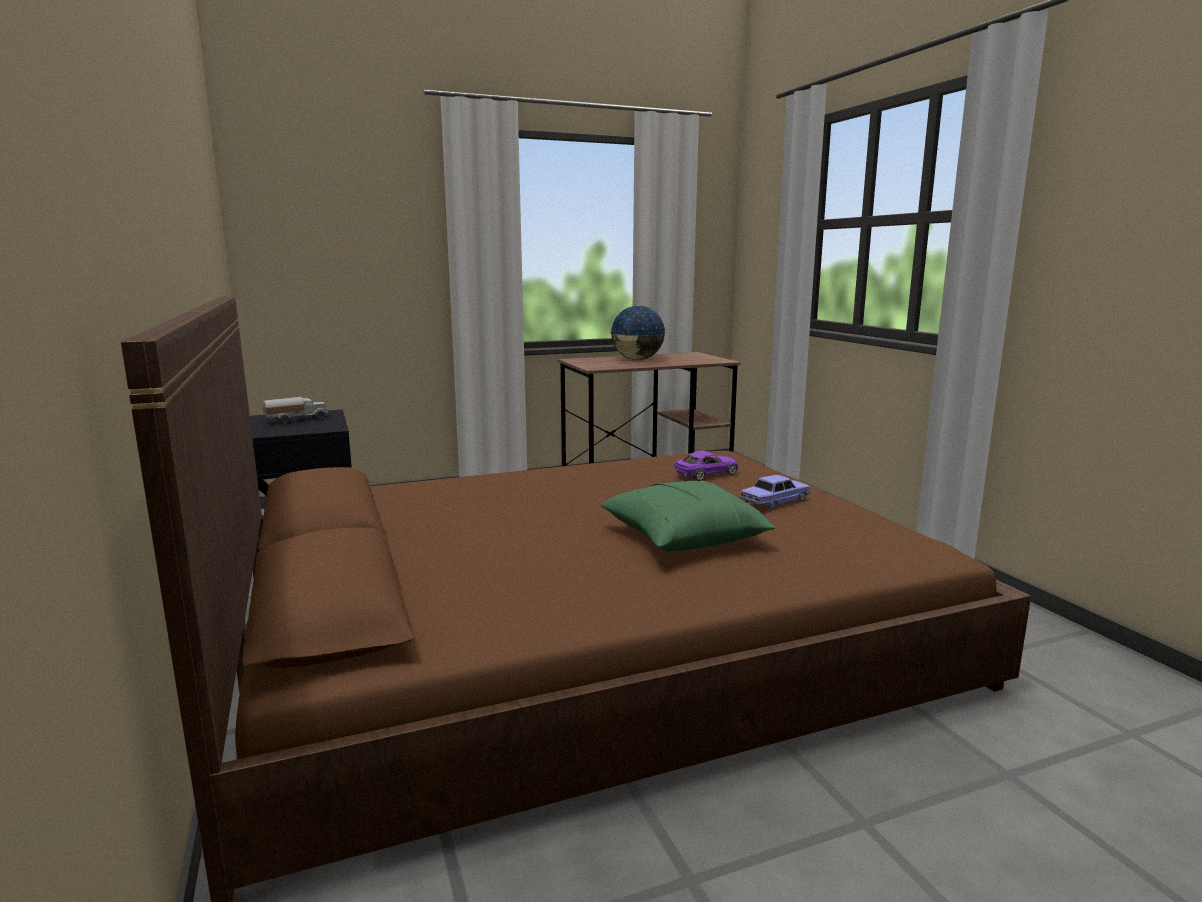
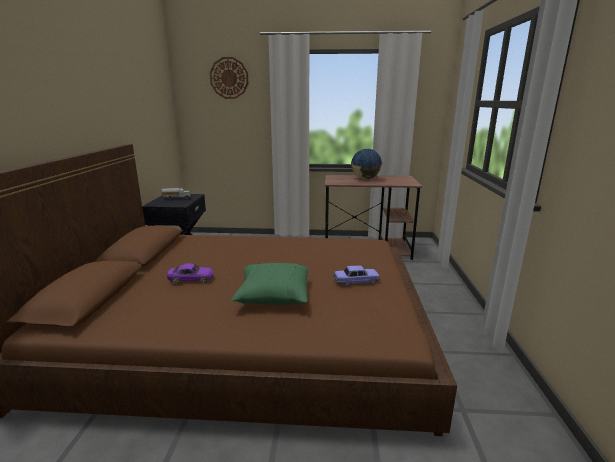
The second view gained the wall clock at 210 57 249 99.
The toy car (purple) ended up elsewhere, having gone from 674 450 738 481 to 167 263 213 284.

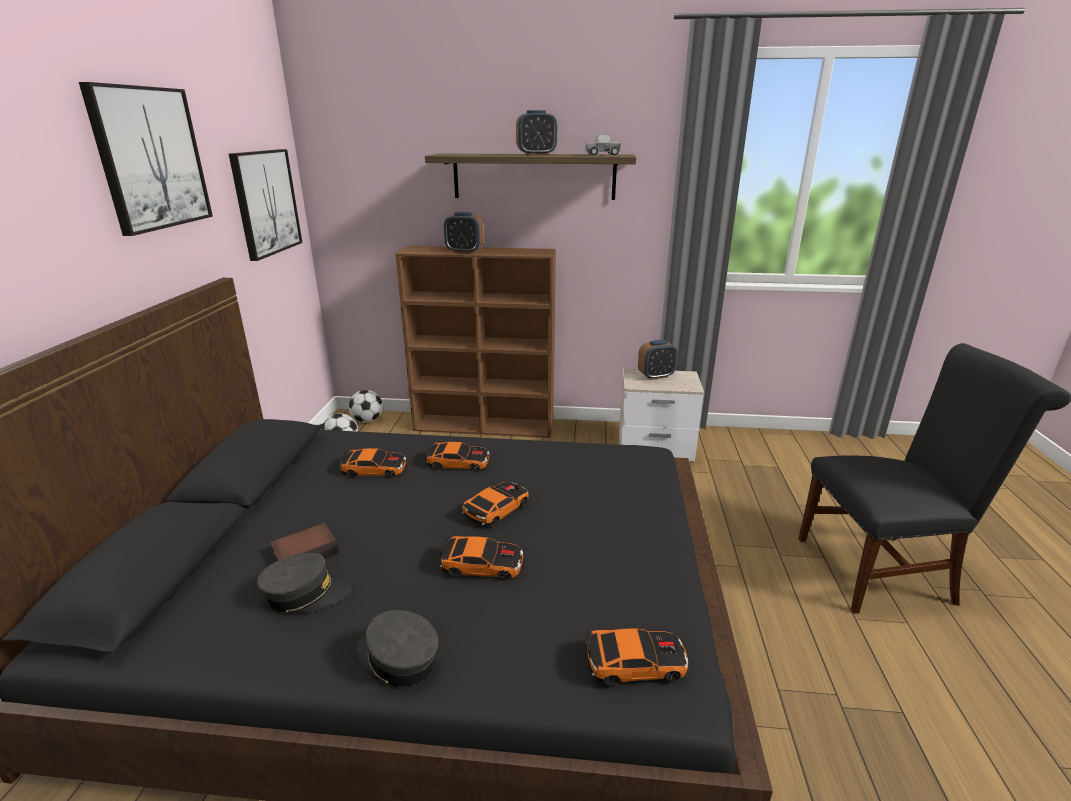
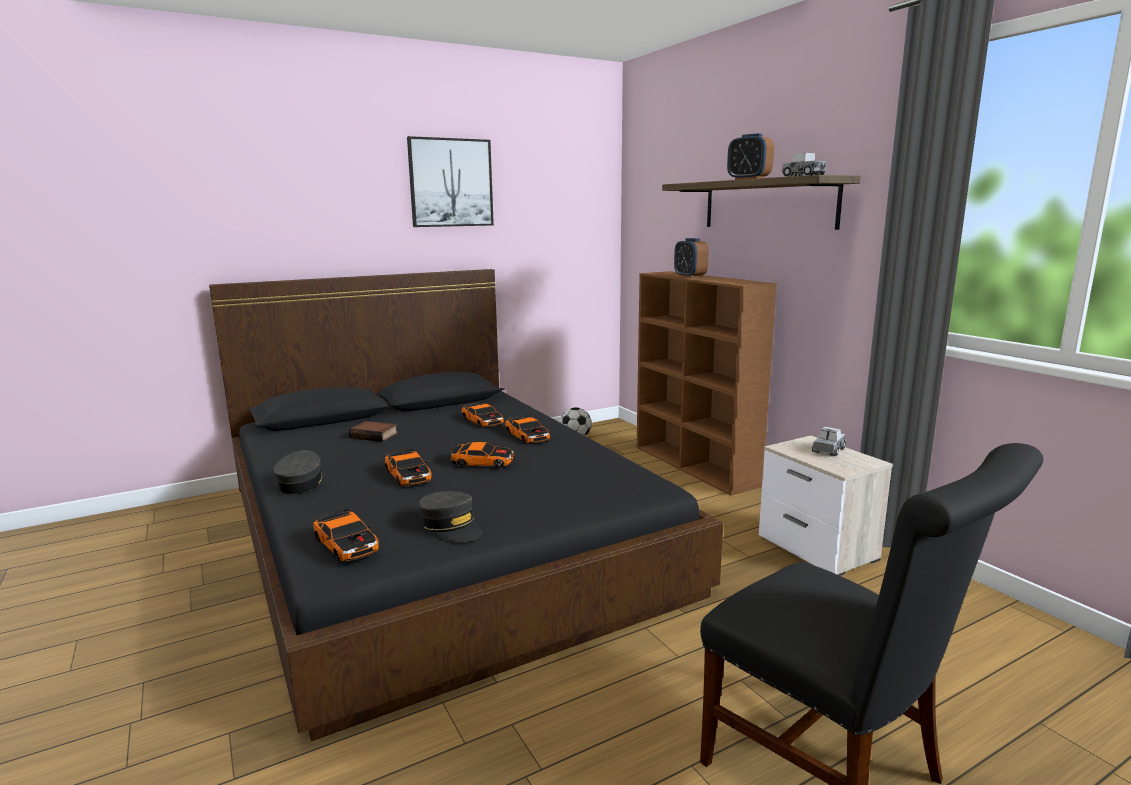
The second view lost the picture at 229 149 302 261.
The second view lost the football at 349 390 383 423.
The cap (grey) ended up elsewhere, having gone from 257 553 351 613 to 419 491 482 542.
Where the alarm clock stood at 638 340 678 380, the toy truck came to stand at 812 427 846 456.

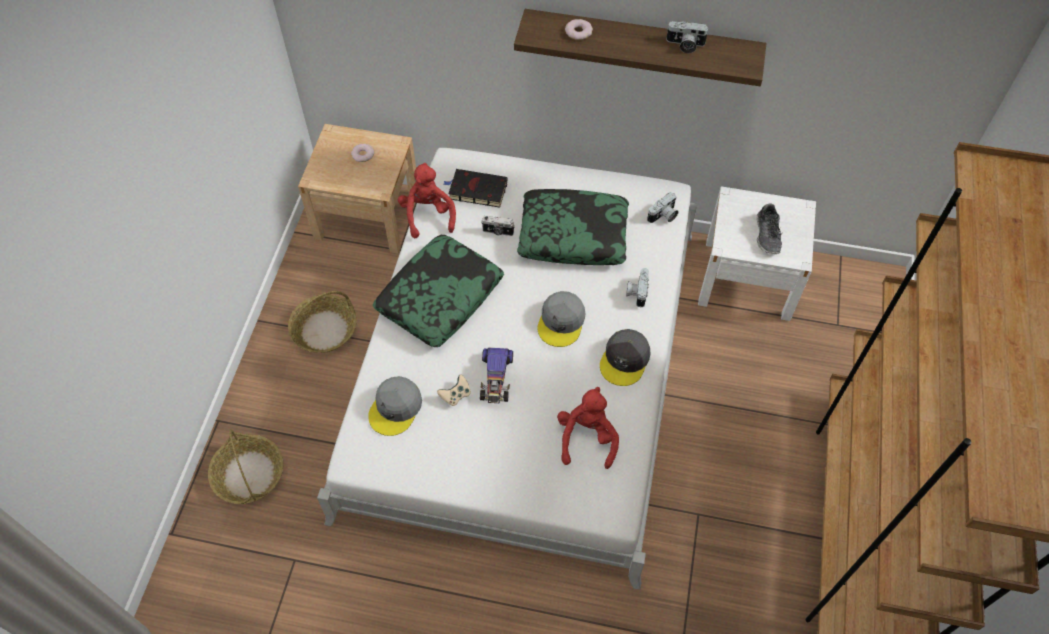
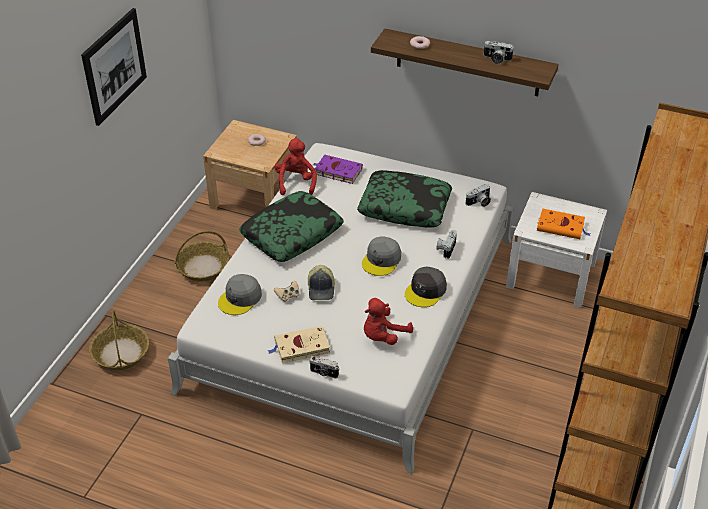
The second view gained the picture at 81 8 147 126.
The second view gained the book (beige) at 268 326 330 363.
The photo camera ended up elsewhere, having gone from 481 216 515 236 to 310 356 339 379.
Where the toy car stood at 480 348 513 404, the cap came to stand at 308 265 335 300.
Where the shoe stood at 757 204 782 254, the book (orange) came to stand at 537 209 590 239.
What was the book (black) at 443 169 507 208 turned into the book (purple) at 313 154 363 184.
The plush toy (red) at 557 387 619 469 ended up facing another way, 150 degrees counterclockwise from before.

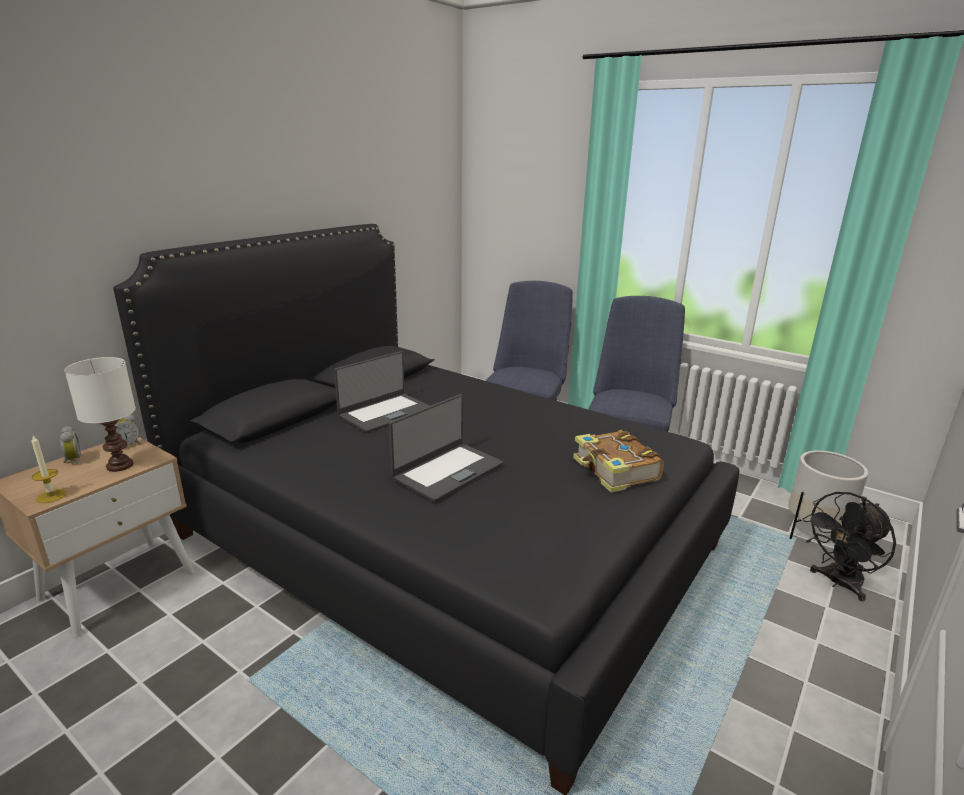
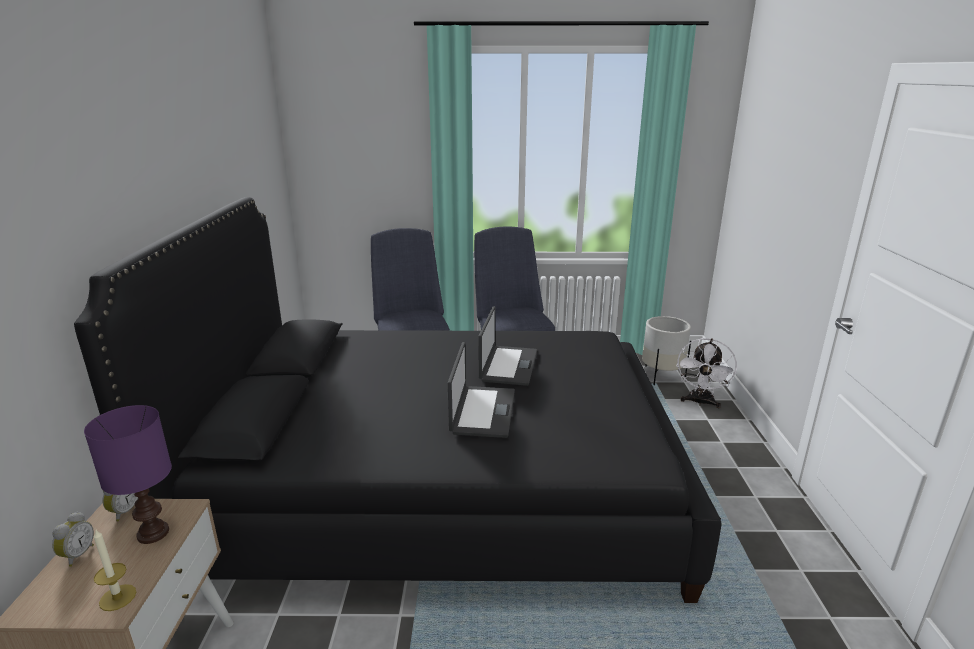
The second view lost the book at 573 430 664 493.
The laptop ended up elsewhere, having gone from 334 351 430 433 to 478 306 537 386.
What was the table lamp (white) at 64 357 136 472 turned into the table lamp (purple) at 84 405 172 544.
What was the fan (black) at 803 492 896 601 turned into the fan (white) at 677 338 737 408.
The alarm clock at 60 426 81 465 ended up facing another way, 75 degrees clockwise from before.

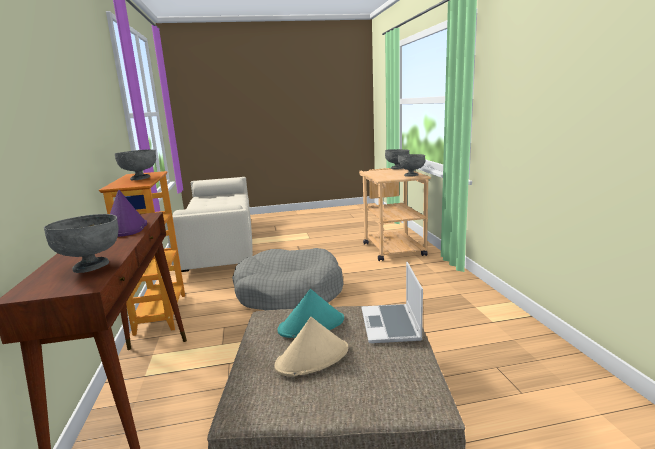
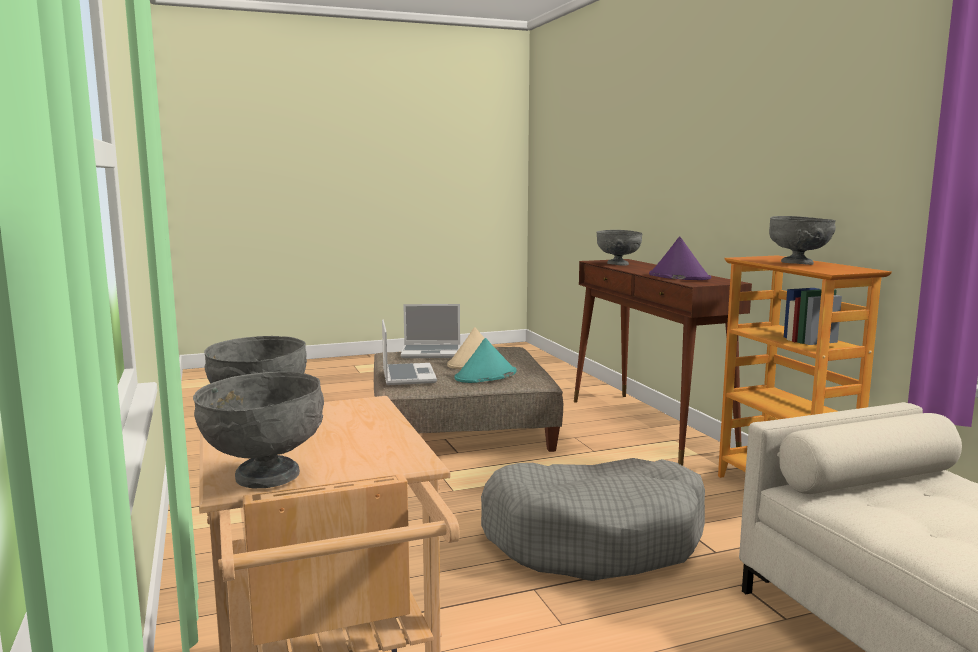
The second view gained the laptop at 401 304 460 358.

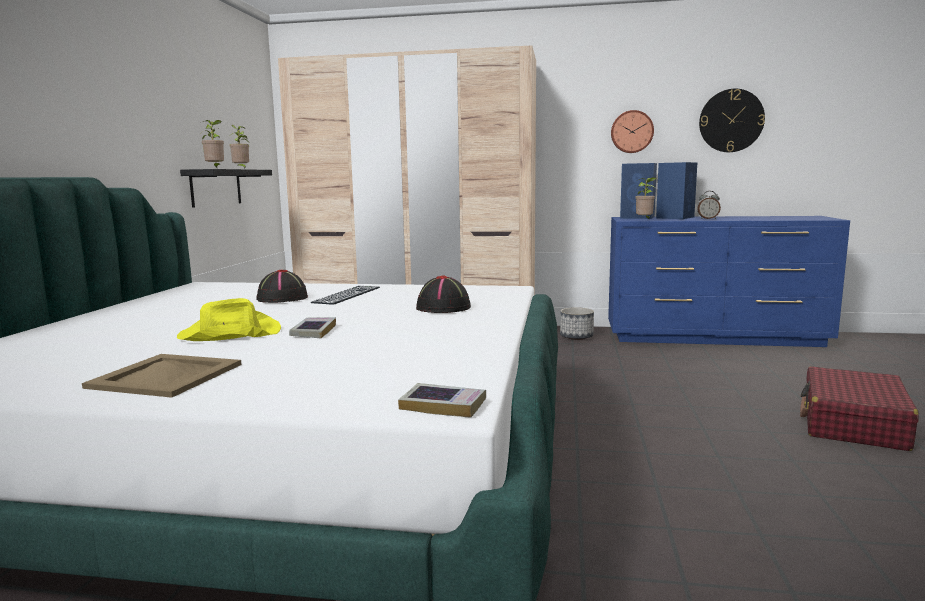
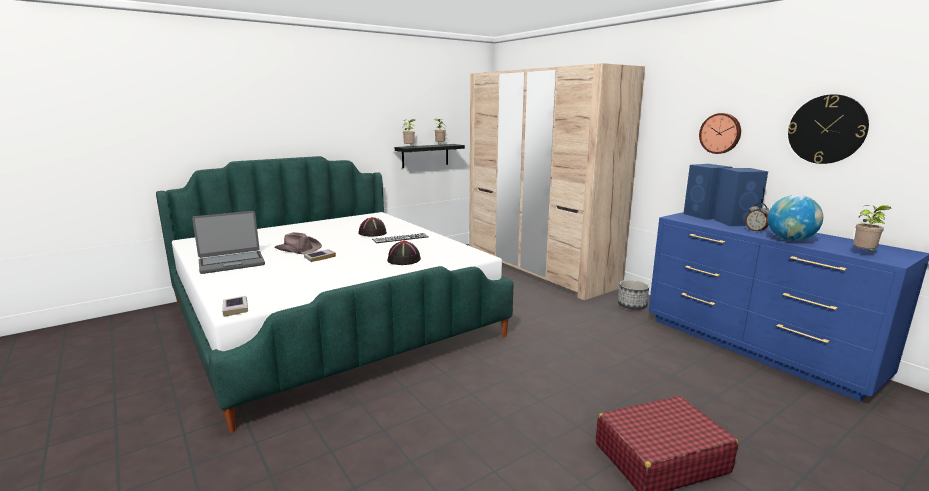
The second view gained the globe at 768 195 823 241.
The potted plant ended up elsewhere, having gone from 635 177 657 220 to 853 205 891 252.
Where the tray (beige) stood at 82 354 241 398, the laptop came to stand at 192 211 265 274.
What was the hat (yellow) at 177 298 281 341 turned into the hat (brown) at 274 232 322 254.

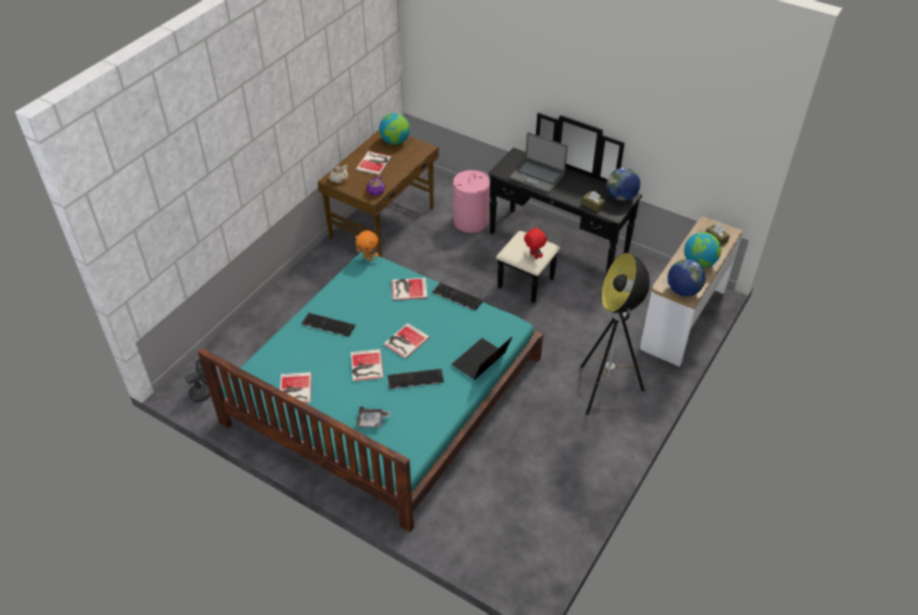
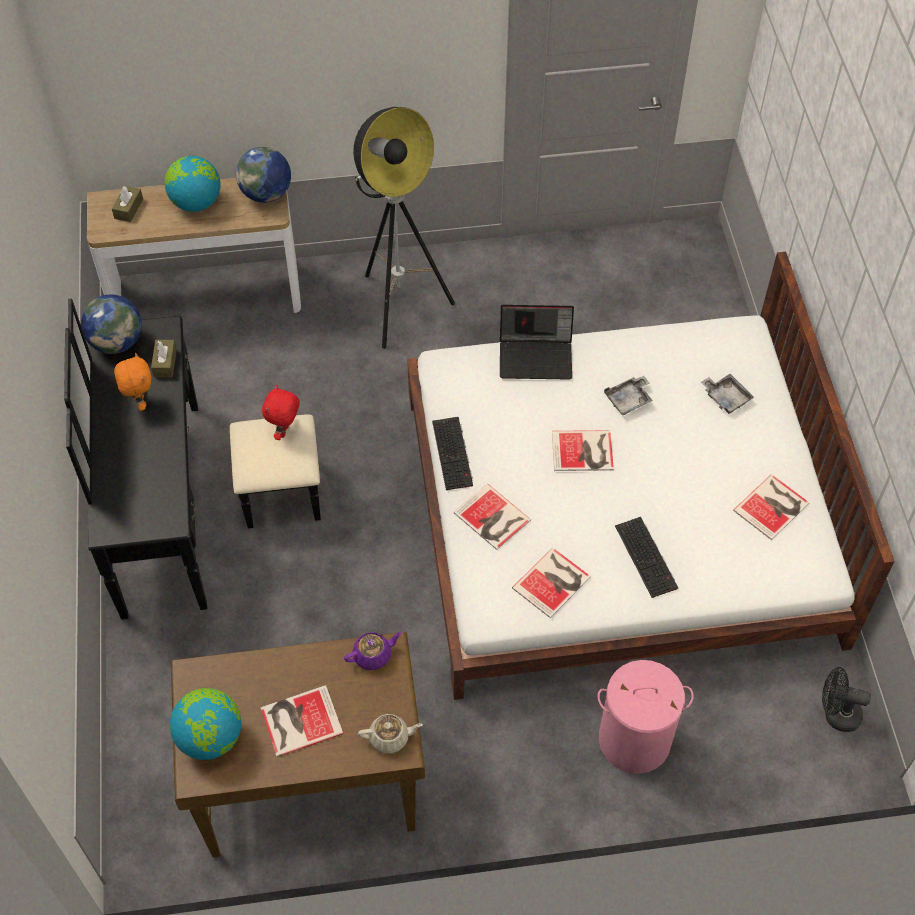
The second view lost the laptop at 510 132 568 193.
The book ended up elsewhere, having gone from 351 349 384 381 to 512 547 591 618.
The plush toy (orange) ended up elsewhere, having gone from 355 230 379 261 to 114 353 151 411.
The laundry basket (pink) ended up elsewhere, having gone from 453 170 490 233 to 597 660 694 774.
Where the keyboard stood at 388 369 444 389, the tray (grey) came to stand at 604 376 653 415.
What was the bed (turquoise) at 198 251 543 532 turned into the bed (white) at 407 252 895 700.

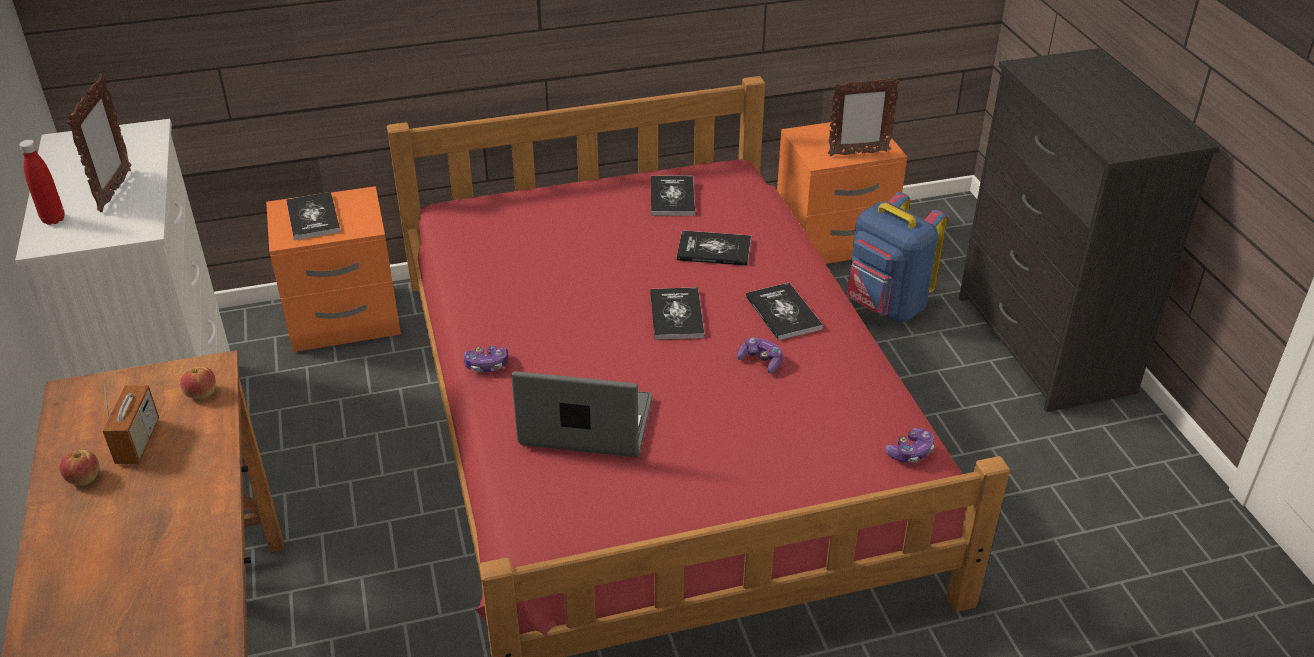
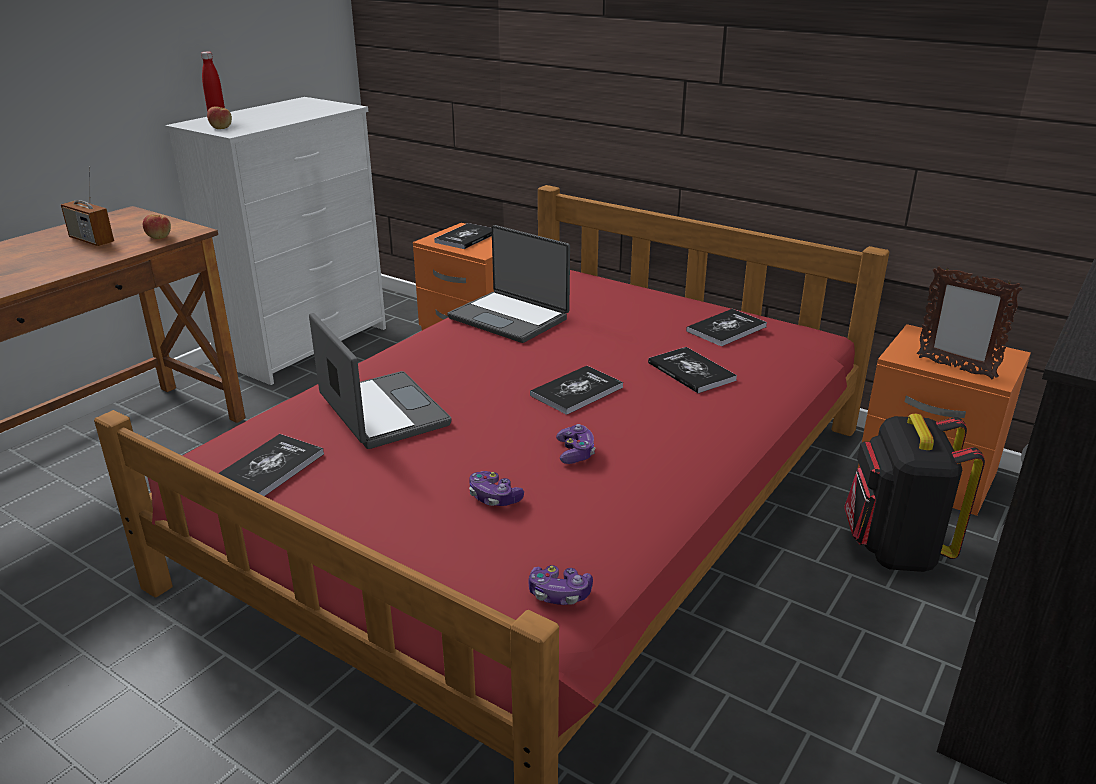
The second view lost the picture frame at 67 74 131 212.
The second view gained the laptop at 447 225 570 343.
The apple ended up elsewhere, having gone from 60 450 99 485 to 207 106 232 129.
The game controller ended up elsewhere, having gone from 464 346 509 372 to 469 471 524 506.
The book ended up elsewhere, having gone from 746 283 823 341 to 218 434 324 496.
What was the backpack (blue) at 846 192 947 323 turned into the backpack (black) at 844 414 985 572.
The radio at 100 359 159 464 ended up facing another way, 75 degrees clockwise from before.

